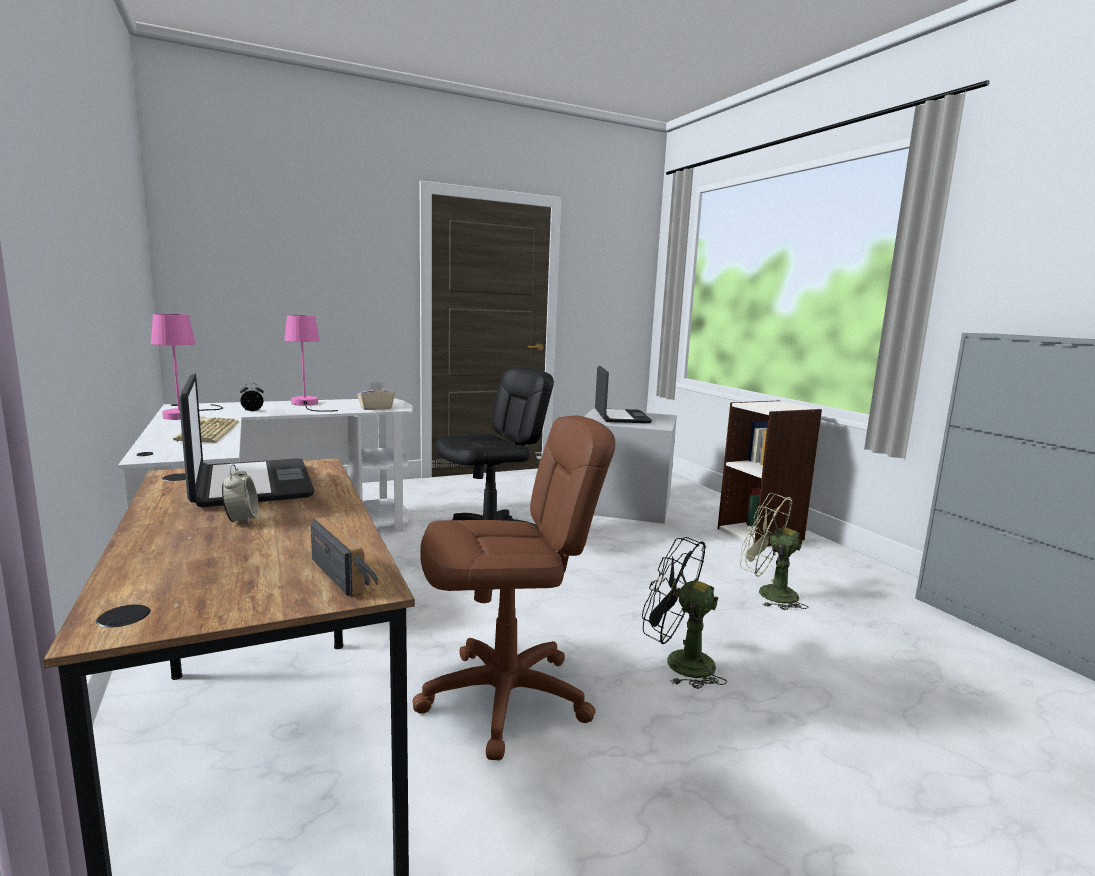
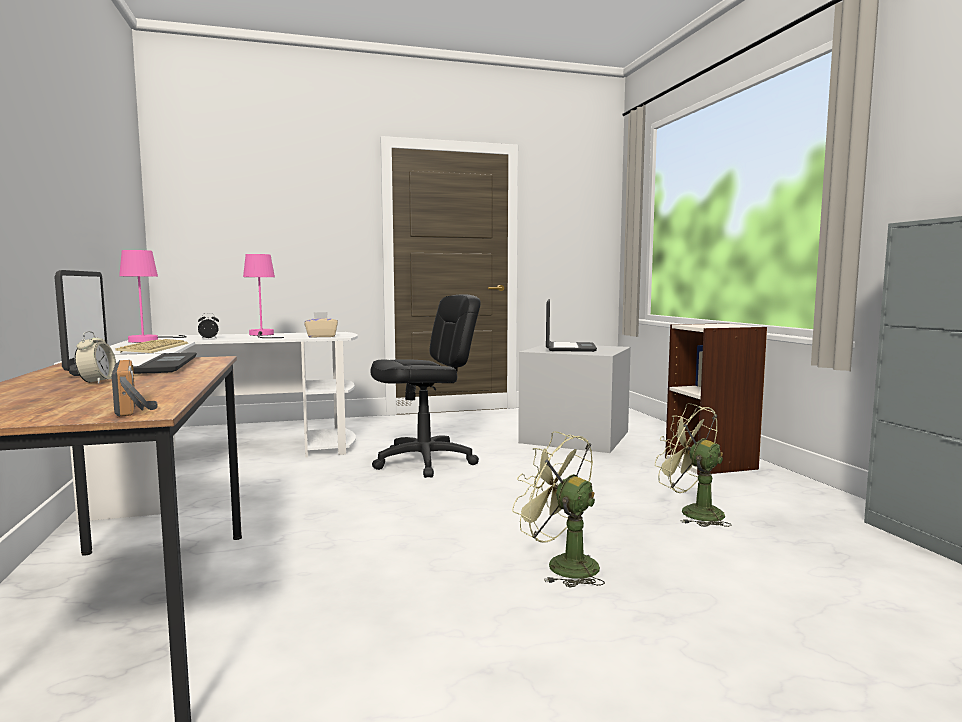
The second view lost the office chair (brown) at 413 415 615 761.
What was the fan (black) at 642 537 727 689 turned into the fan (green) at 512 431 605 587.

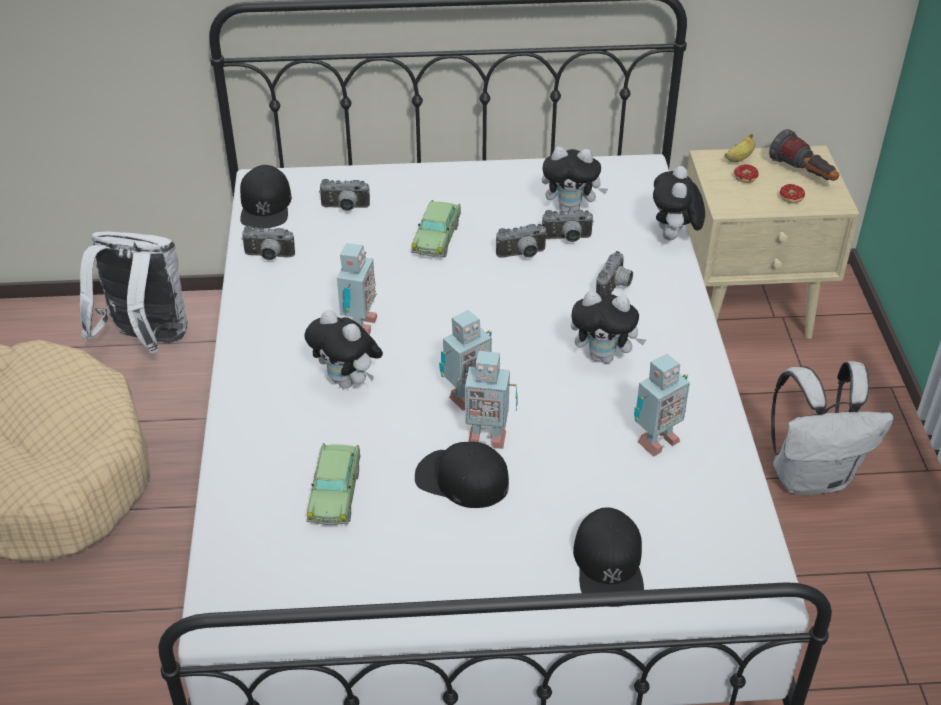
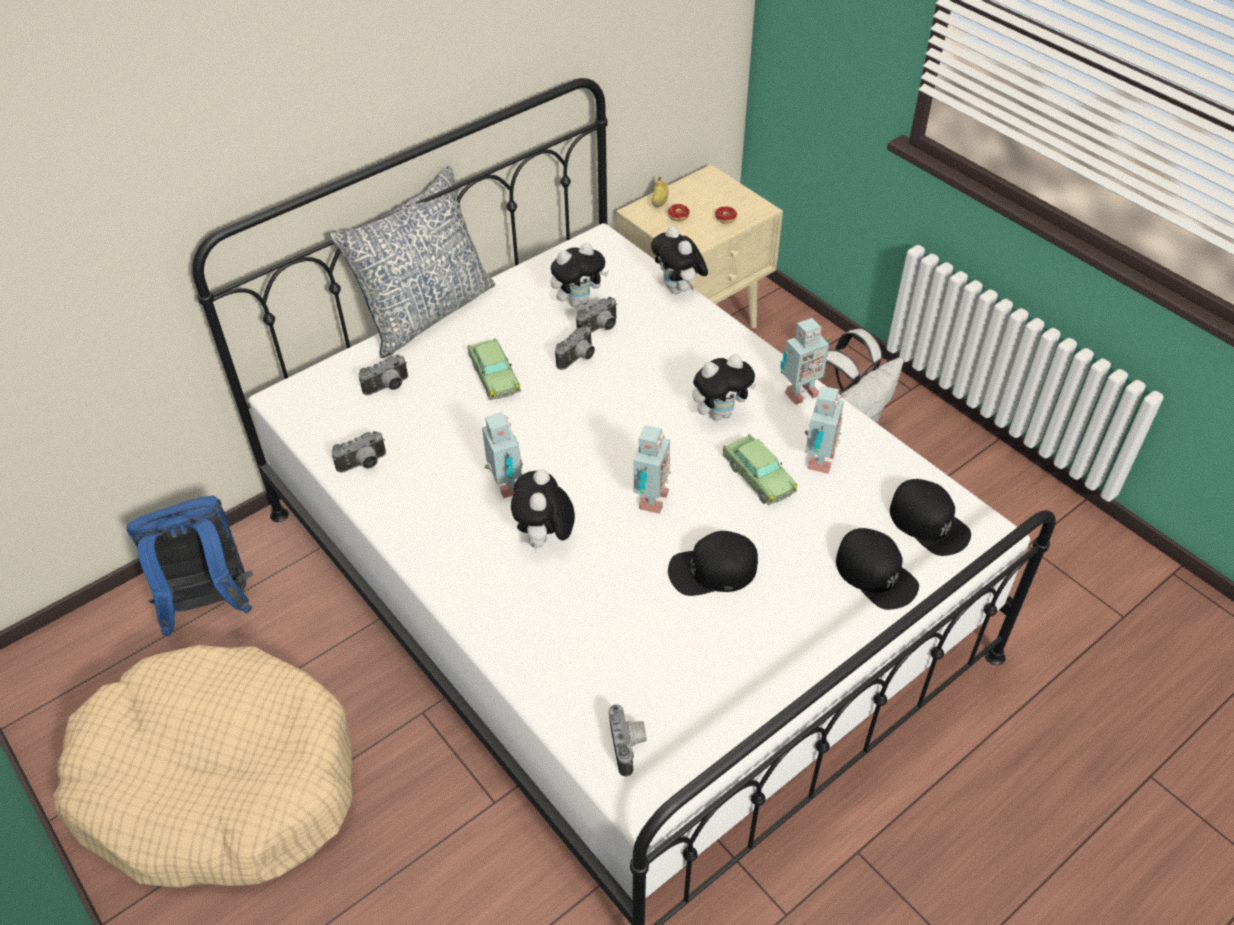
The second view lost the flashlight at 769 129 839 181.
The second view gained the pillow at 329 166 495 358.
The cap (black) ended up elsewhere, having gone from 240 165 292 229 to 890 479 971 556.
The toy car ended up elsewhere, having gone from 306 443 360 525 to 723 434 798 505.
The toy robot ended up elsewhere, having gone from 456 351 518 449 to 780 318 829 405.
The photo camera ended up elsewhere, having gone from 596 251 633 295 to 609 704 647 777.
What was the backpack (white) at 80 231 188 353 turned into the backpack (blue) at 127 496 253 636.
The plush toy at 304 310 383 389 ended up facing another way, 90 degrees clockwise from before.

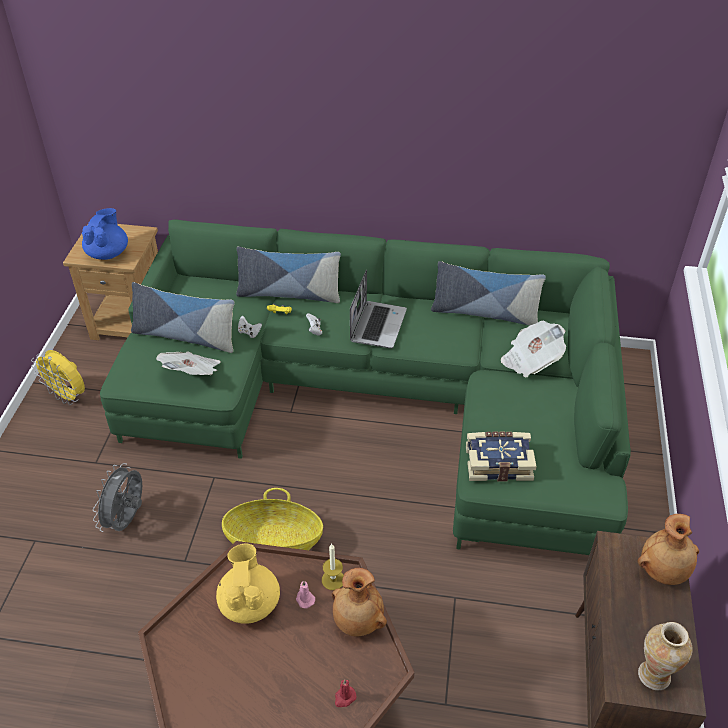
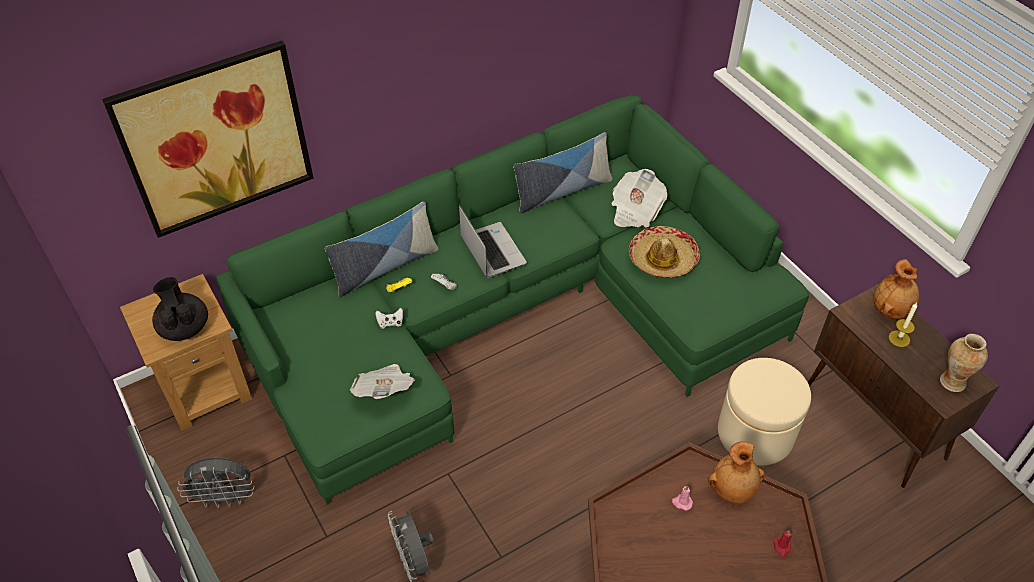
The second view lost the pillow at 131 282 234 353.
The second view lost the teapot (yellow) at 216 543 280 624.
The second view lost the basket at 222 488 323 550.
The second view lost the book at 466 431 537 482.
The second view gained the picture at 102 41 314 238.
The second view gained the hat at 629 226 700 278.
The second view gained the ottoman (beige) at 718 358 811 465.
The candle ended up elsewhere, having gone from 322 544 344 590 to 889 303 917 347.
What was the fan (yellow) at 31 350 85 405 turned into the fan (grey) at 177 457 254 508.
What was the teapot (blue) at 82 208 128 260 turned into the teapot (black) at 152 277 208 341.

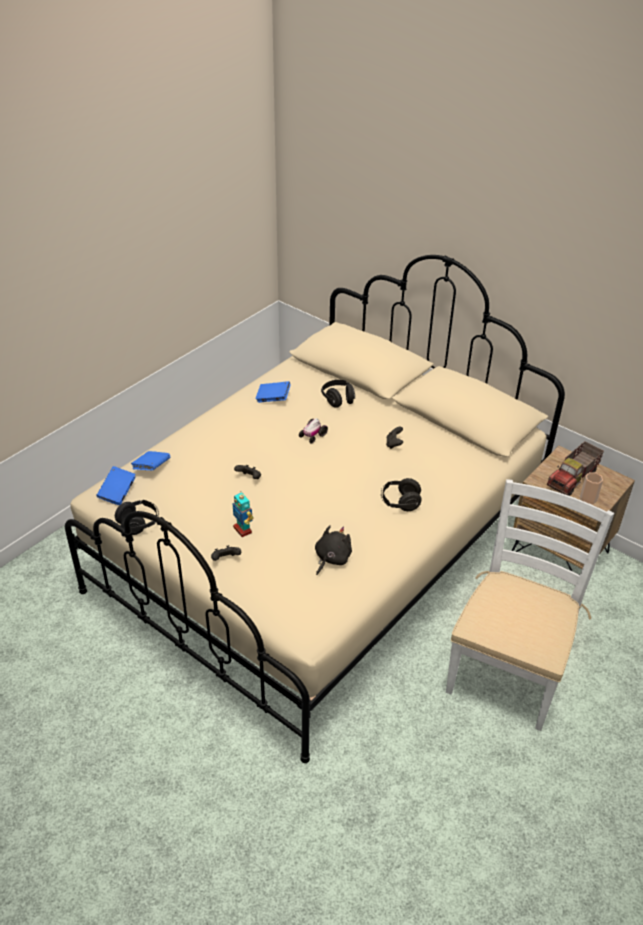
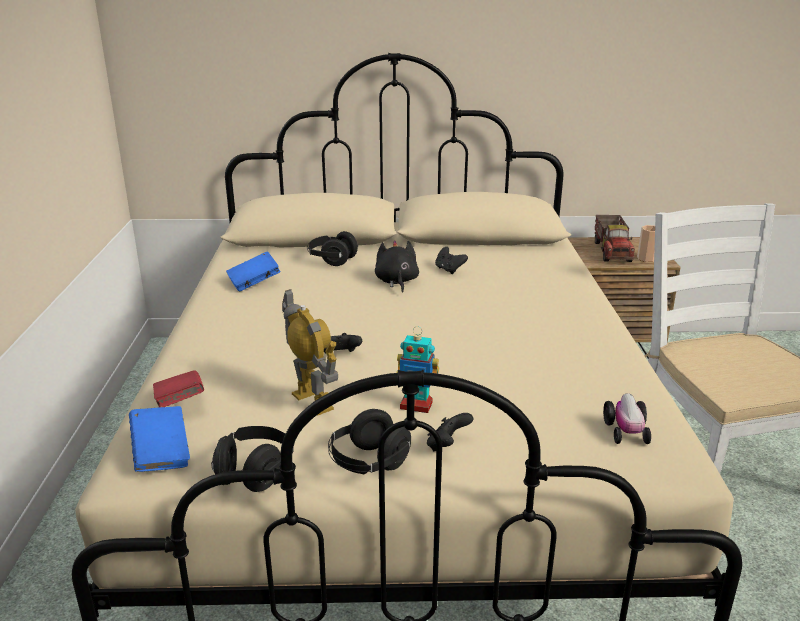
The second view gained the toy robot at 282 289 338 416.
The toy car ended up elsewhere, having gone from 299 418 328 444 to 603 393 651 444.
The plush toy (black) ended up elsewhere, having gone from 315 525 352 575 to 375 240 419 293.
The headphones (black) ended up elsewhere, having gone from 381 478 422 511 to 328 409 411 474.
What was the book (blue) at 131 451 170 470 turned into the book (red) at 153 370 204 407.

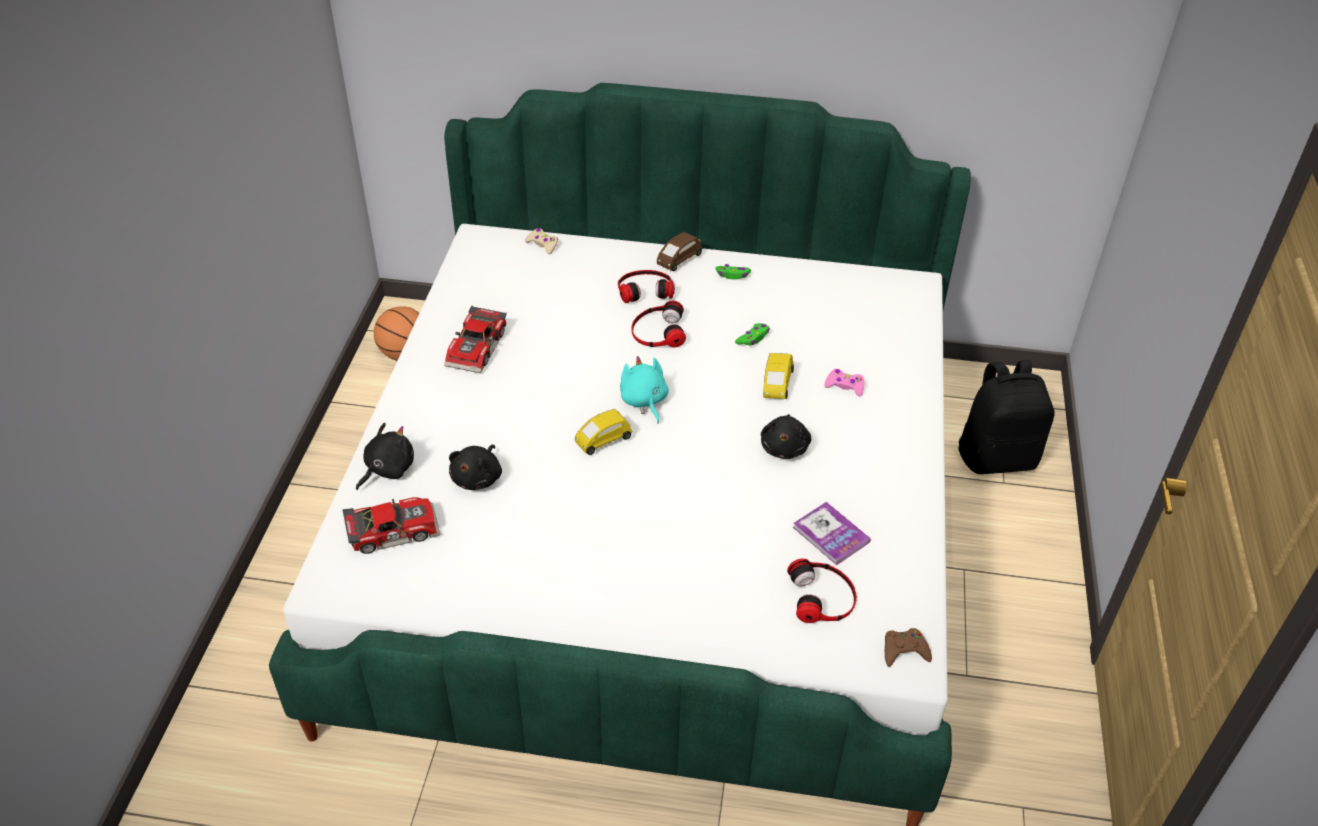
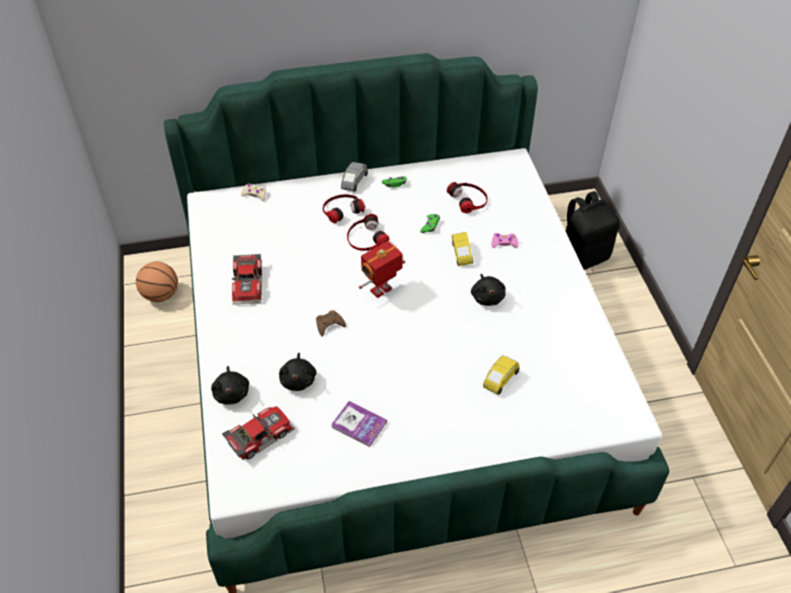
The toy car (yellow) ended up elsewhere, having gone from 575 409 632 455 to 483 355 520 395.
The headphones ended up elsewhere, having gone from 787 558 857 623 to 447 182 488 213.
The book ended up elsewhere, having gone from 793 502 871 565 to 331 401 387 447.
The game controller (brown) ended up elsewhere, having gone from 885 628 932 667 to 316 310 346 337.
Where the plush toy (turquoise) stood at 620 356 669 424, the toy robot came to stand at 359 241 405 298.
What was the toy car (brown) at 657 232 702 271 turned into the toy car (grey) at 341 162 368 191.
The plush toy (black) at 356 423 414 490 ended up facing another way, 150 degrees clockwise from before.

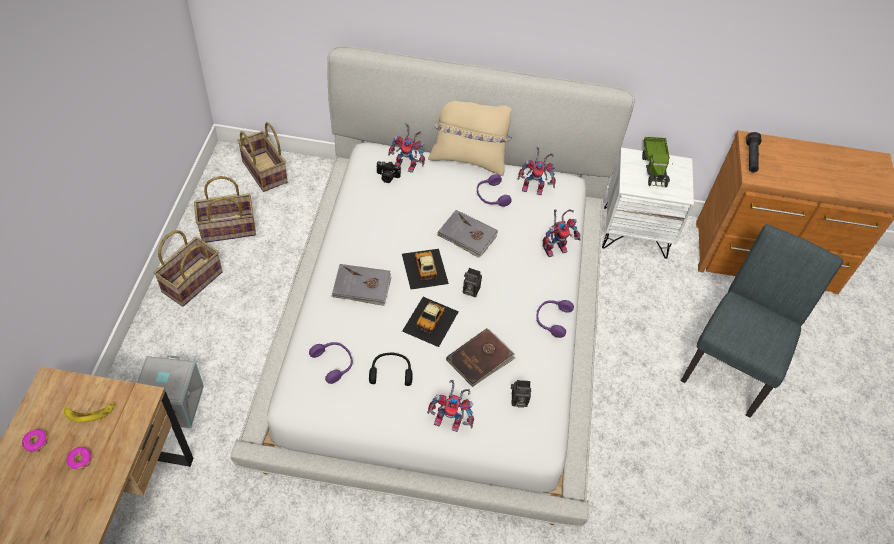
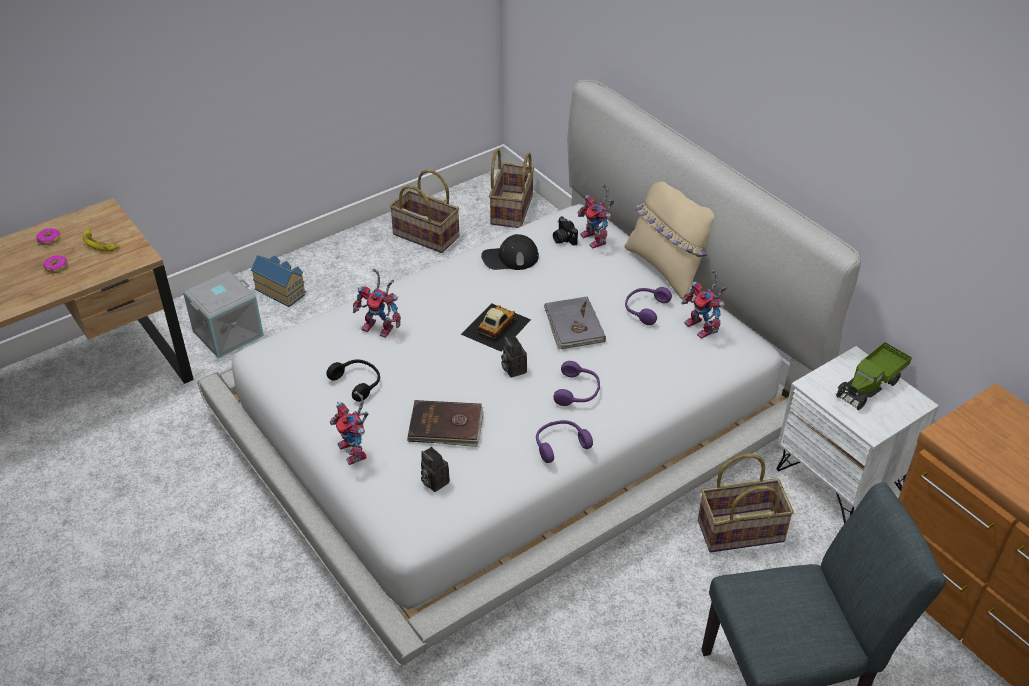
The second view lost the book (grey) at 332 264 391 306.
The second view lost the toy car at 402 297 459 347.
The second view lost the flashlight (black) at 746 132 761 173.
The second view gained the toy house at 251 255 306 307.
The second view gained the cap (black) at 481 234 539 270.
The basket ended up elsewhere, having gone from 154 230 223 307 to 698 453 794 552.
The headphones (purple) ended up elsewhere, having gone from 309 342 353 384 to 553 361 600 406.
The toy robot ended up elsewhere, having gone from 542 209 580 257 to 353 269 401 338.

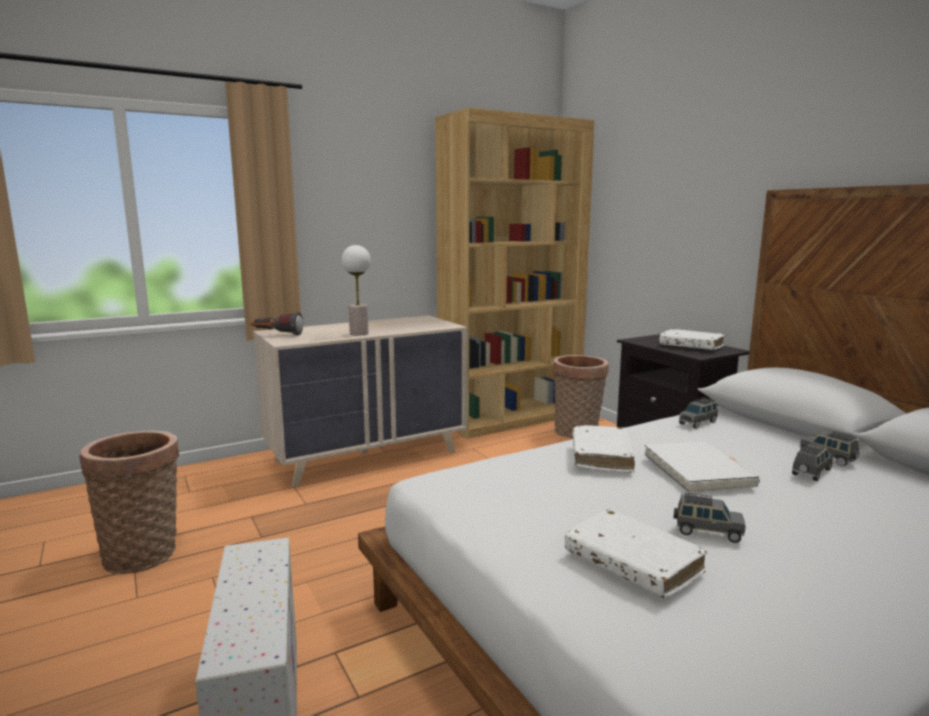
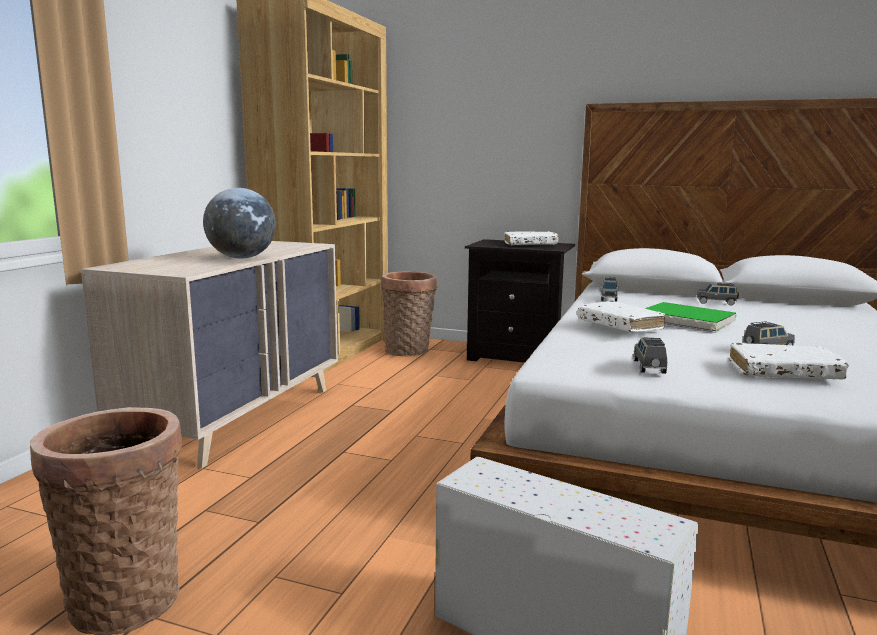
The second view lost the flashlight at 251 312 303 336.
The toy car (grey) ended up elsewhere, having gone from 792 444 833 481 to 634 337 667 374.
Where the table lamp stood at 342 245 371 336, the globe came to stand at 203 188 276 258.
What was the book (white) at 645 441 760 494 turned into the book (green) at 645 302 736 333.

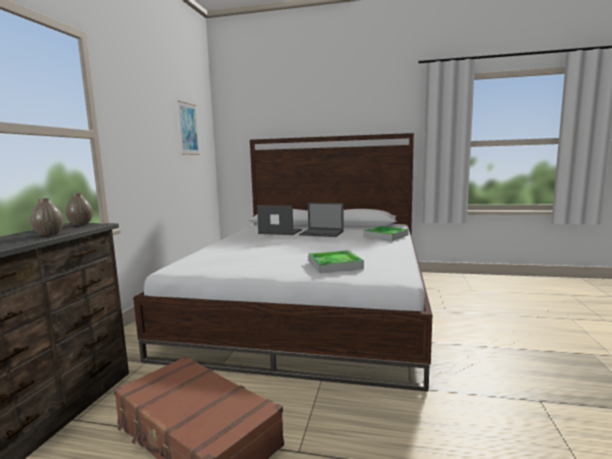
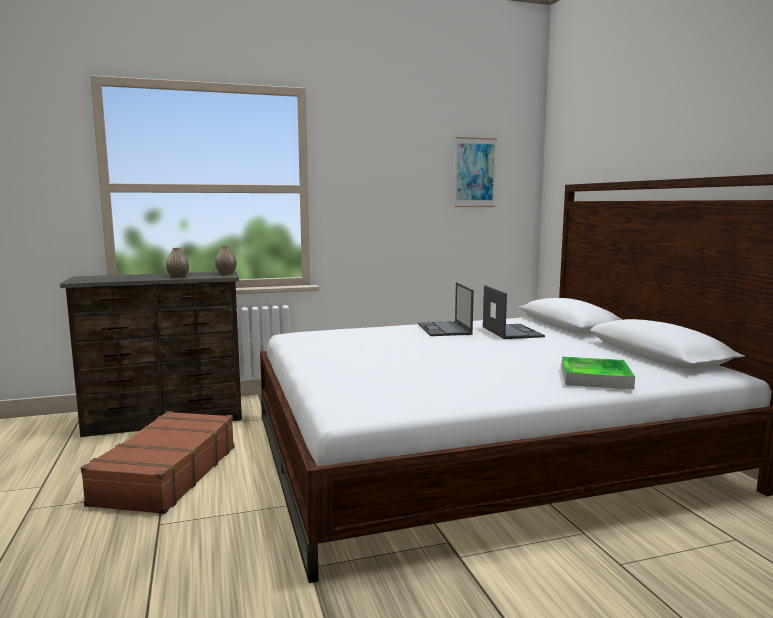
The second view lost the tray at 308 250 364 273.
The laptop ended up elsewhere, having gone from 299 203 344 237 to 418 282 474 336.

